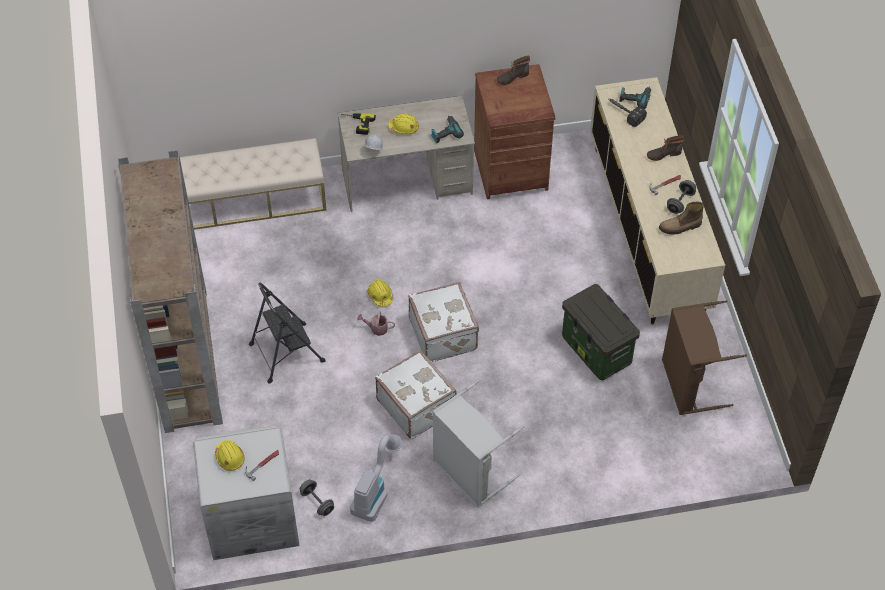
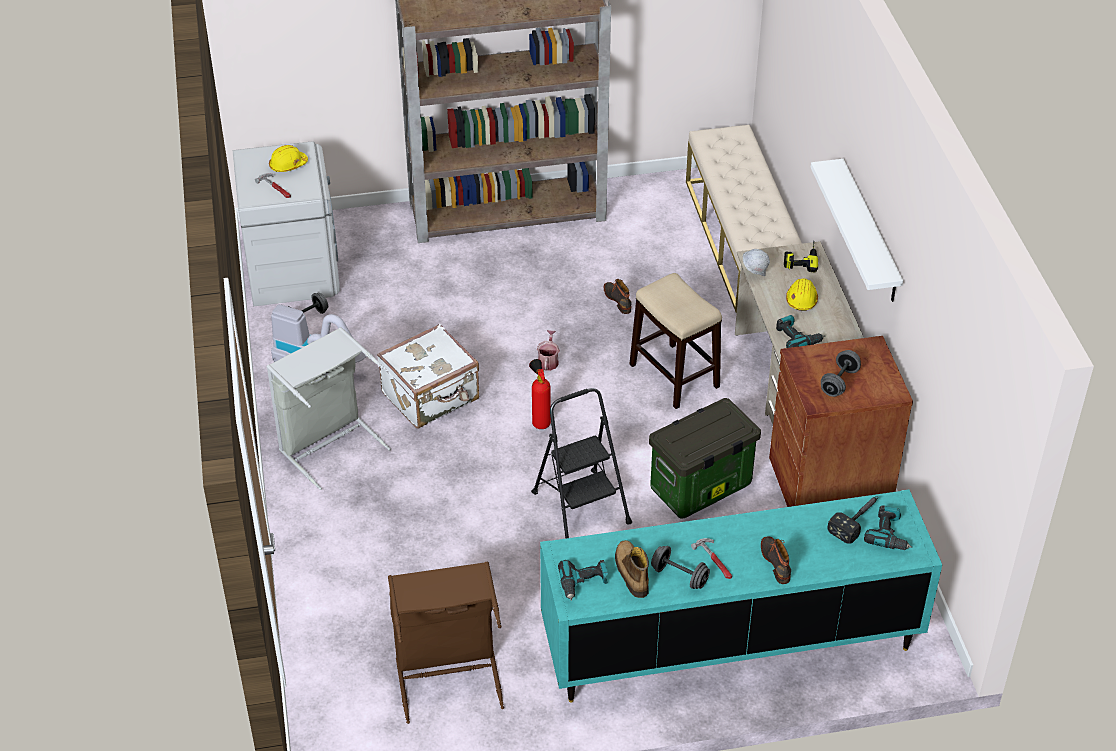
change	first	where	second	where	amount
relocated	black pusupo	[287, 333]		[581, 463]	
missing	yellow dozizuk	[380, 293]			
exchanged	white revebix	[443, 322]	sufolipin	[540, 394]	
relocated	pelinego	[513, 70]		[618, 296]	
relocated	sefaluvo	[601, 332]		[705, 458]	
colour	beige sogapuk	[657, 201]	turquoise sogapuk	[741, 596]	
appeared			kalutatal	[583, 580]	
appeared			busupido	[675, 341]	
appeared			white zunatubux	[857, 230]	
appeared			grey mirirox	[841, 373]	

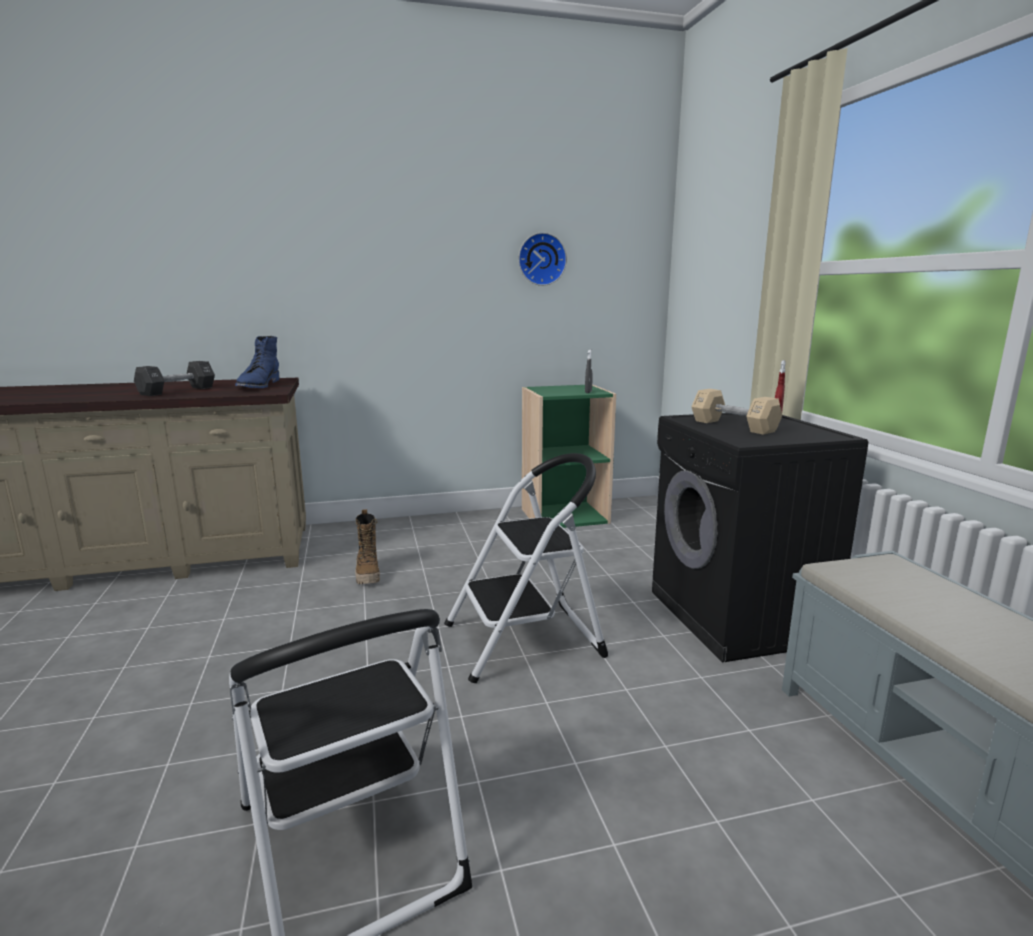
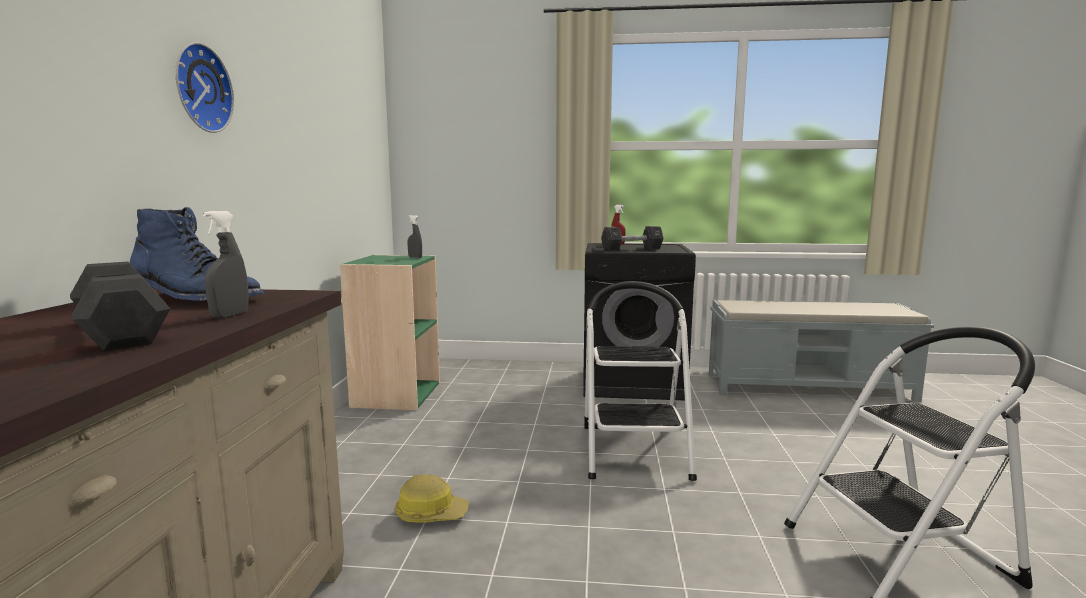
change	first	where	second	where	amount
exchanged	pelinego	[367, 546]	dozizuk	[432, 498]	
relocated	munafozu	[542, 259]		[204, 87]	
colour	beige mirirox	[736, 412]	black mirirox	[632, 238]	
appeared			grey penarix	[226, 264]	

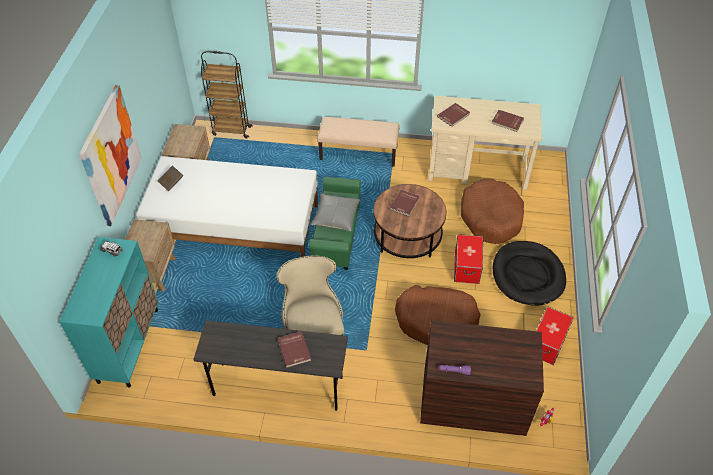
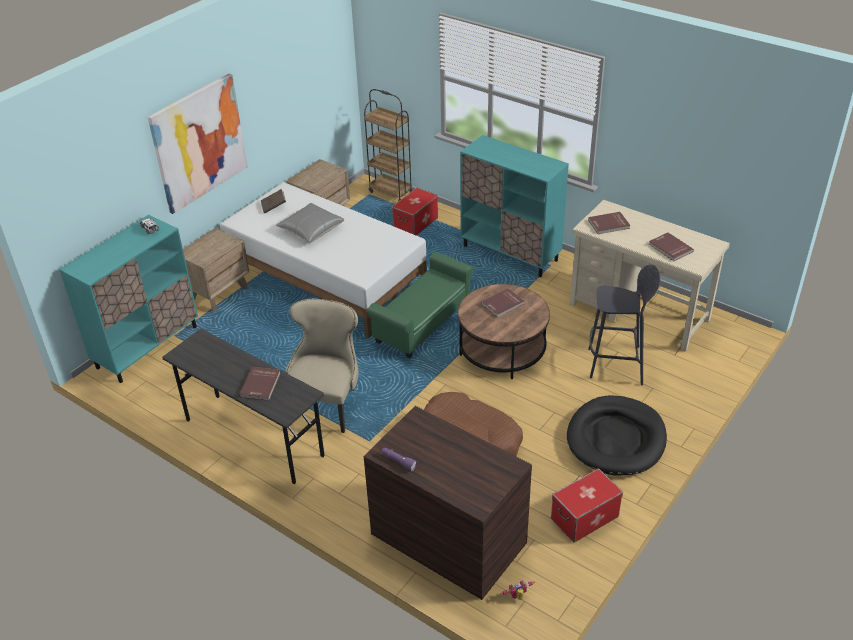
change	first	where	second	where	amount
relocated	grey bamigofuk	[335, 212]		[310, 223]	
exchanged	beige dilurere	[358, 142]	turquoise sogapuk	[514, 206]	
relocated	sefaluvo	[468, 259]		[415, 212]	
exchanged	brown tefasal	[492, 211]	grey busupido	[624, 325]	

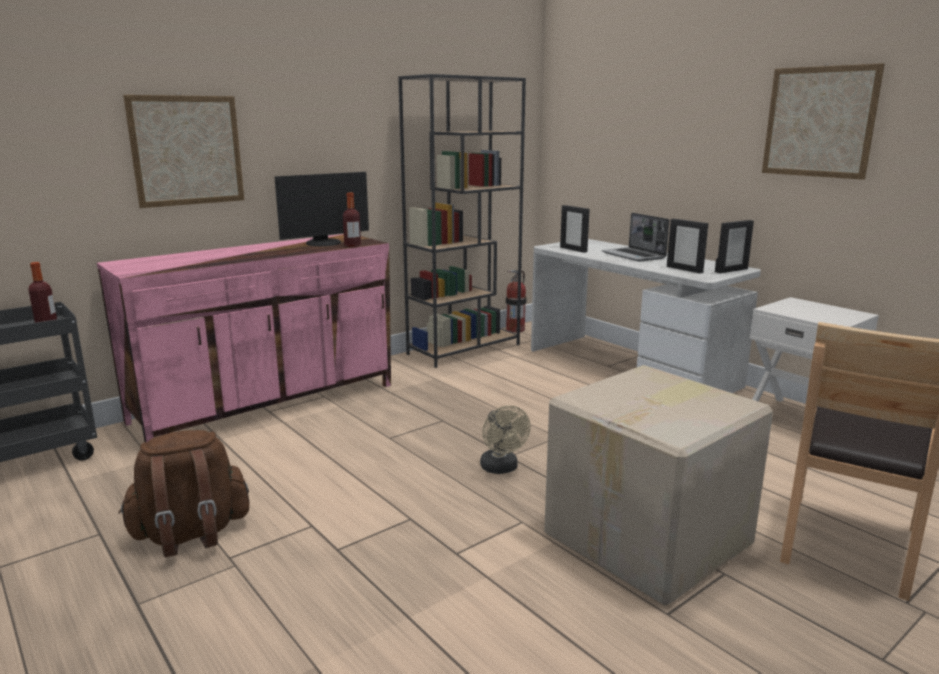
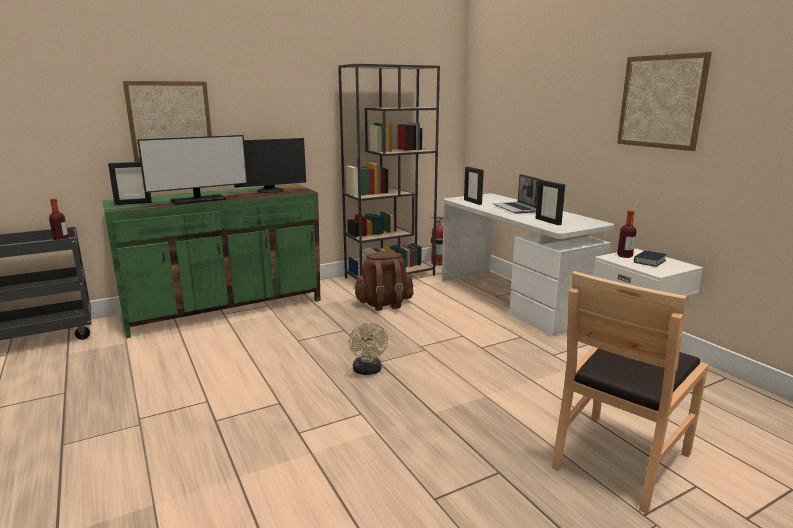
change	first	where	second	where	amount
colour	pink sogapuk	[244, 338]	green sogapuk	[211, 261]	
relocated	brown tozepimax	[183, 493]		[384, 281]	
relocated	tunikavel	[352, 220]		[626, 234]	
missing	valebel	[658, 485]			
relocated	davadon	[734, 246]		[130, 183]	
appeared			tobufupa	[192, 170]	
appeared			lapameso	[650, 258]	

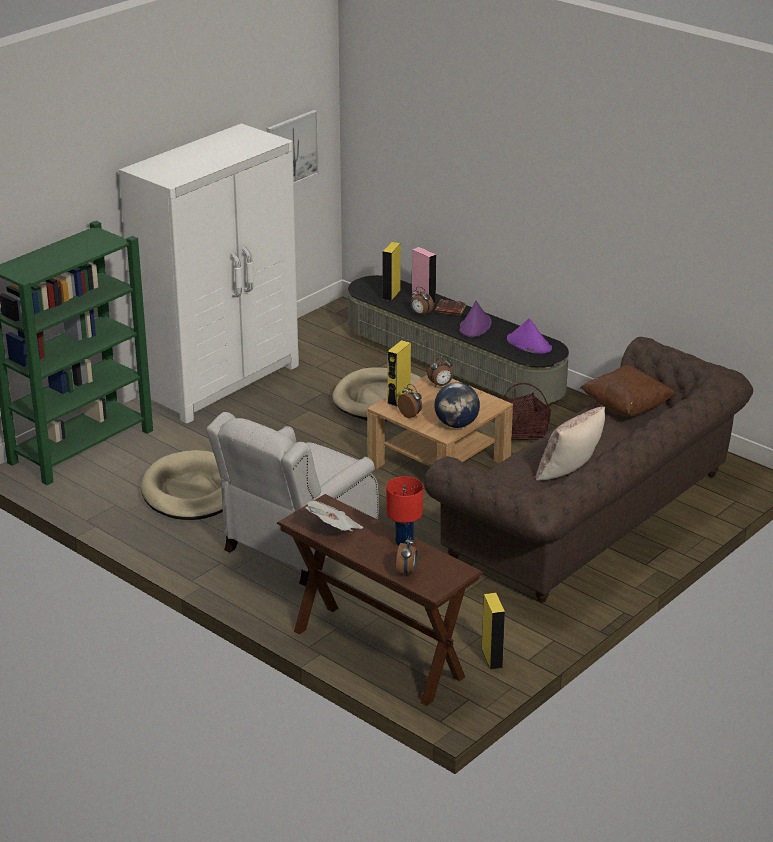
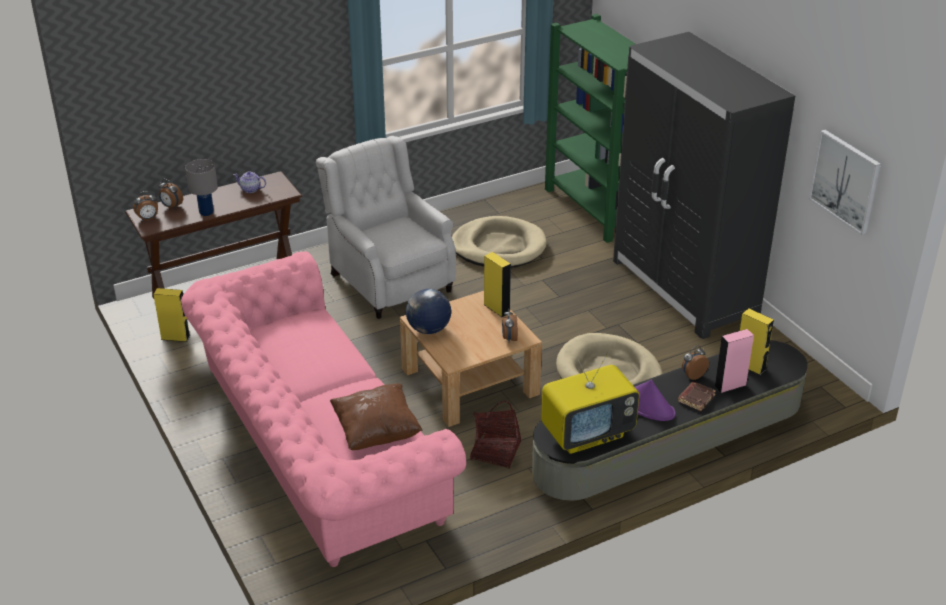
change	first	where	second	where	amount
colour	white sogapuk	[209, 273]	black sogapuk	[704, 185]	
exchanged	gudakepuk	[334, 516]	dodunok	[249, 182]	
colour	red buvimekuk	[404, 511]	grey buvimekuk	[201, 187]	
relocated	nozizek	[409, 401]		[145, 205]	
colour	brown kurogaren	[588, 470]	pink kurogaren	[323, 409]	
exchanged	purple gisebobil	[529, 336]	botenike	[590, 403]	
missing	beige bamigofuk	[570, 443]			

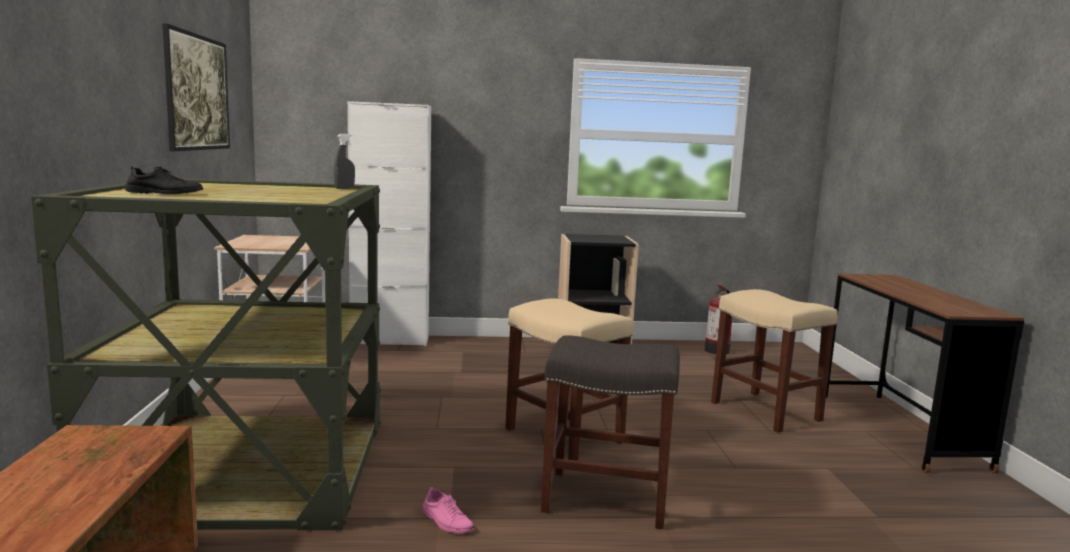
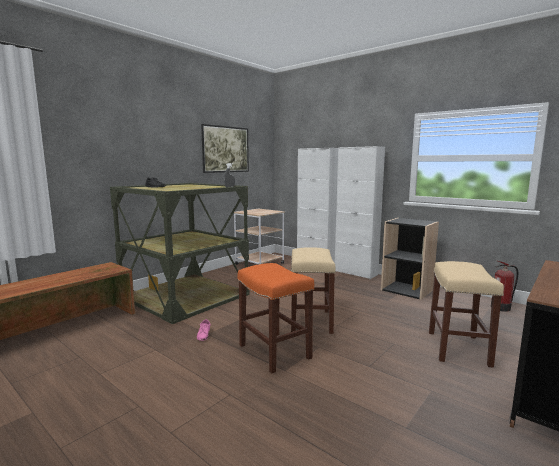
change	first	where	second	where	amount
colour	grey busupido	[610, 432]	orange busupido	[276, 318]	
appeared			white sogapuk	[360, 212]	

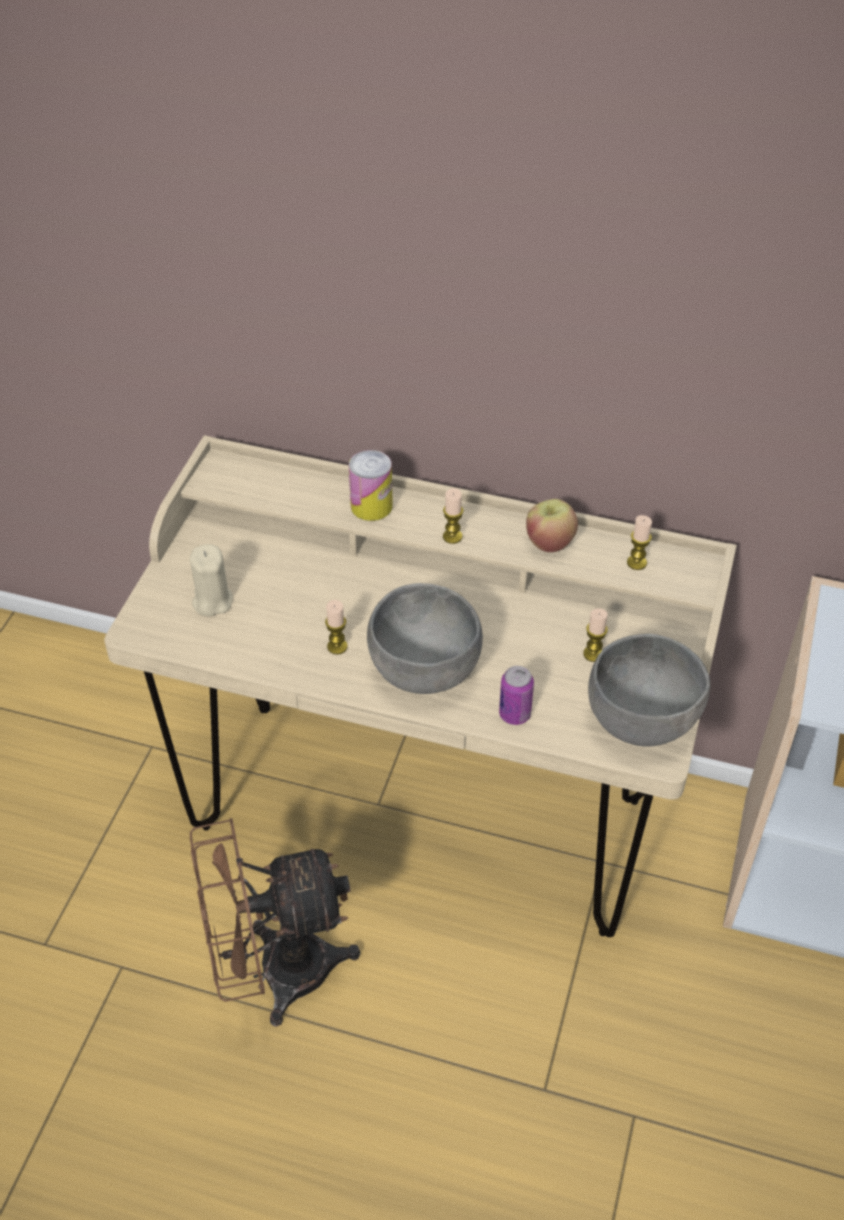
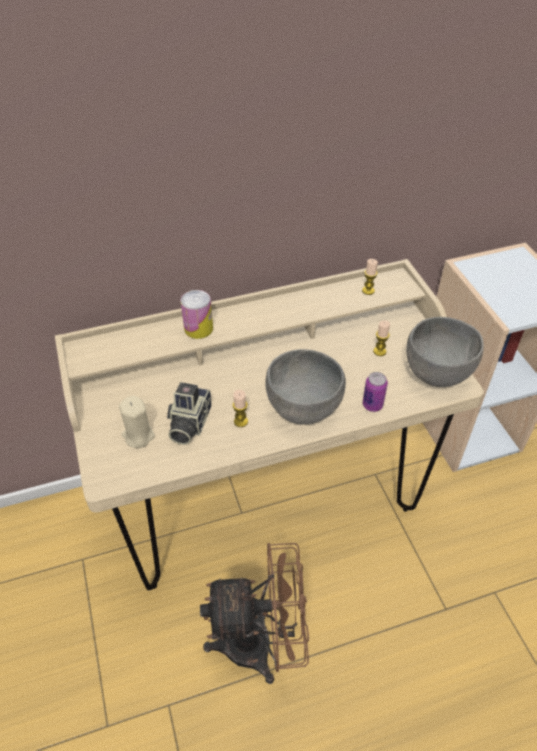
change	first	where	second	where	amount
spun	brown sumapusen	[275, 922]		[254, 613]	135 degrees counterclockwise
missing	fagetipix	[453, 516]			
missing	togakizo	[552, 525]			
appeared			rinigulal	[189, 413]	

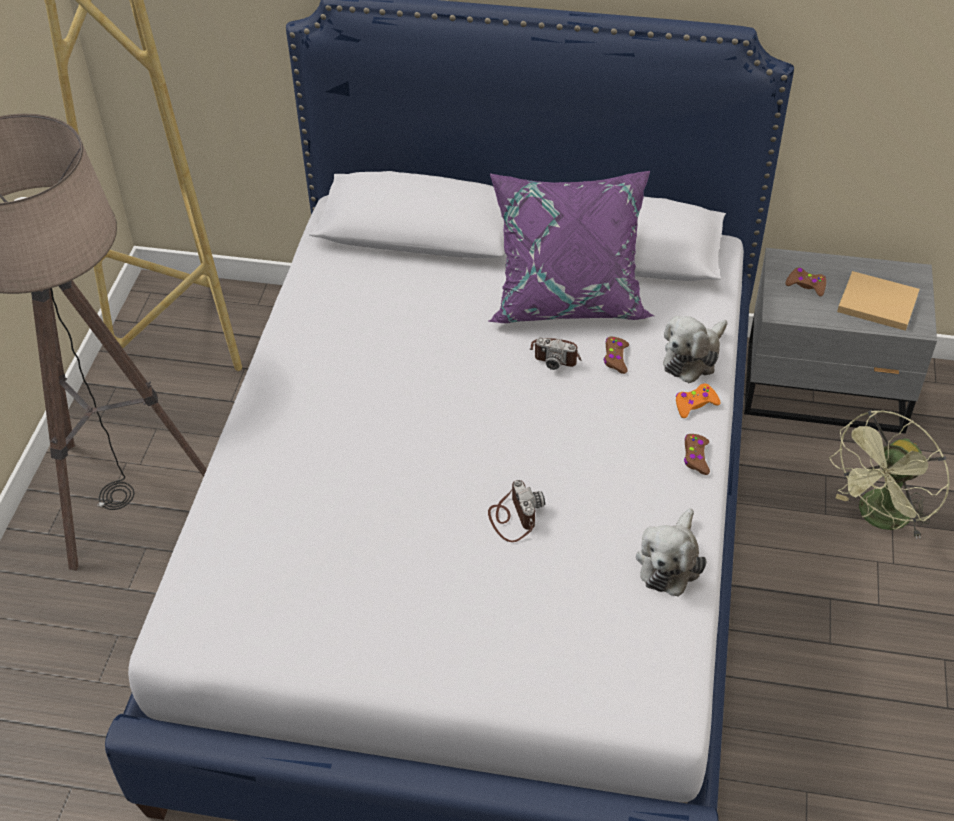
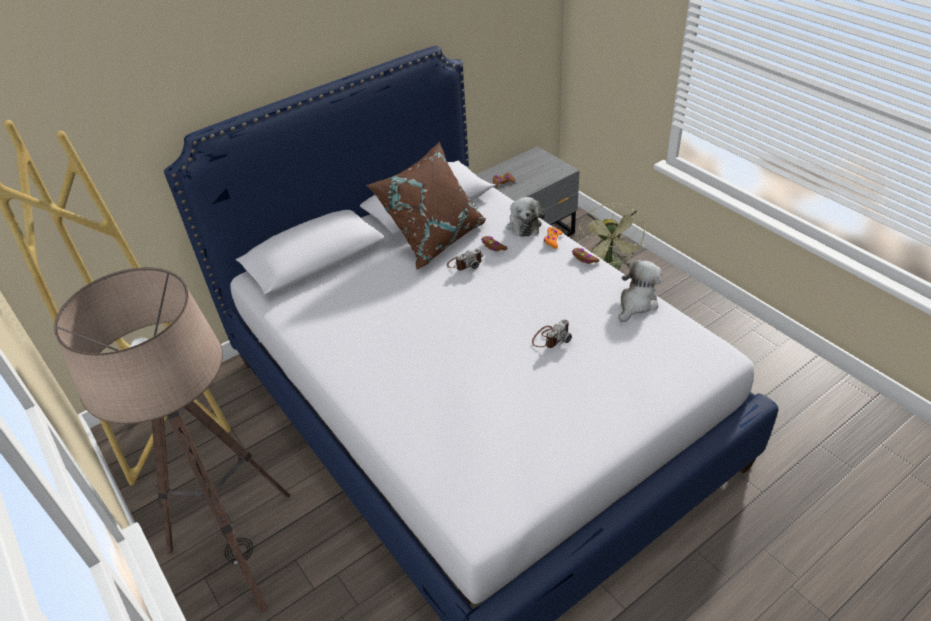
change	first	where	second	where	amount
colour	purple bamigofuk	[571, 247]	brown bamigofuk	[426, 206]	
spun	rinigulal	[516, 511]		[552, 333]	105 degrees clockwise
spun	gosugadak	[671, 552]		[640, 291]	120 degrees counterclockwise
missing	beige lapameso	[878, 301]			

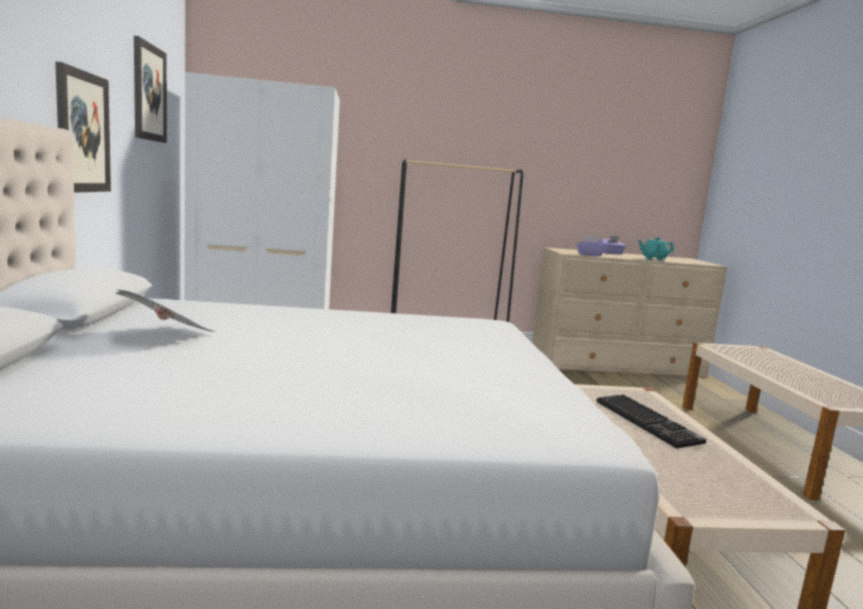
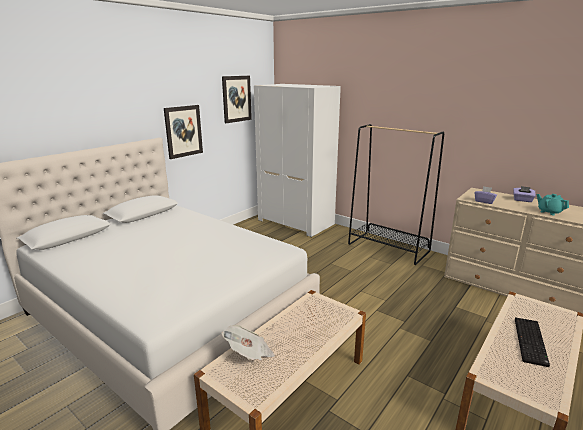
change	first	where	second	where	amount
relocated	gudakepuk	[164, 310]		[248, 342]	
relocated	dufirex	[651, 421]		[532, 342]	

